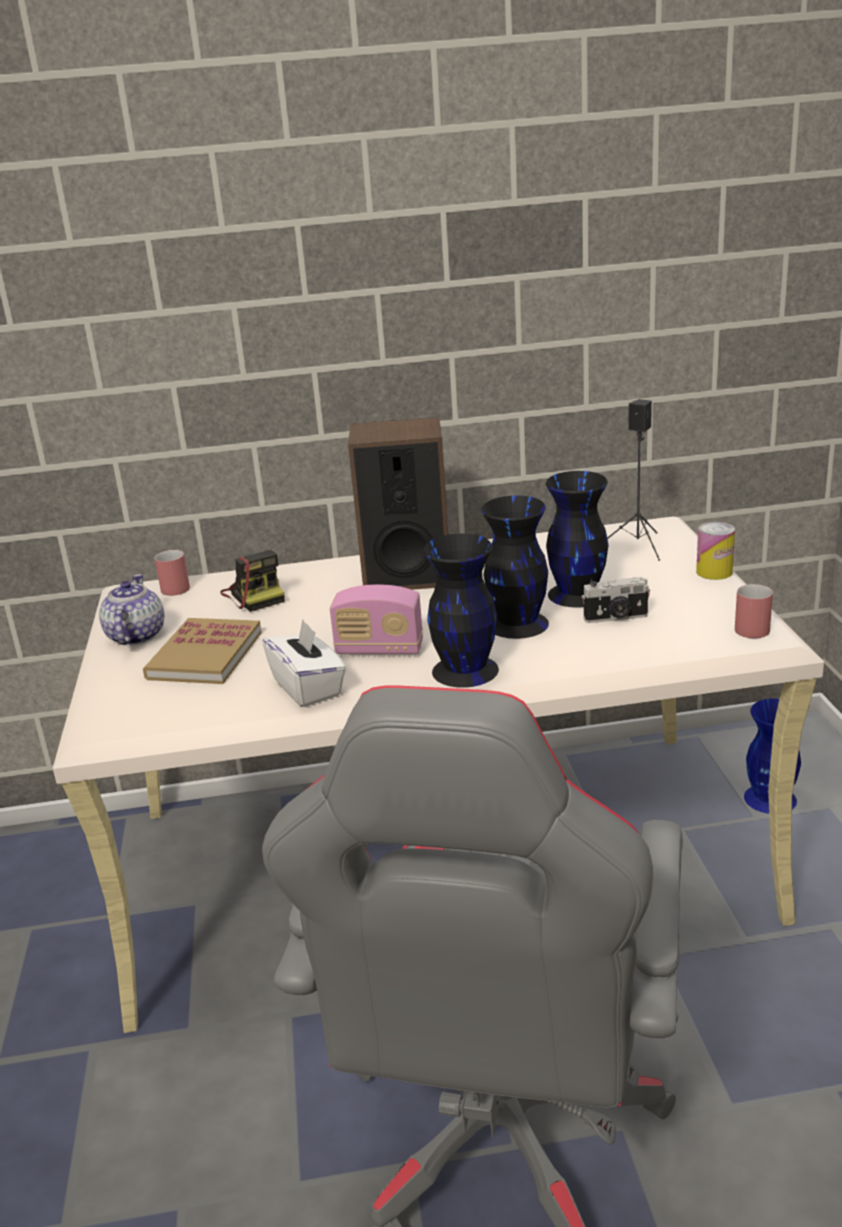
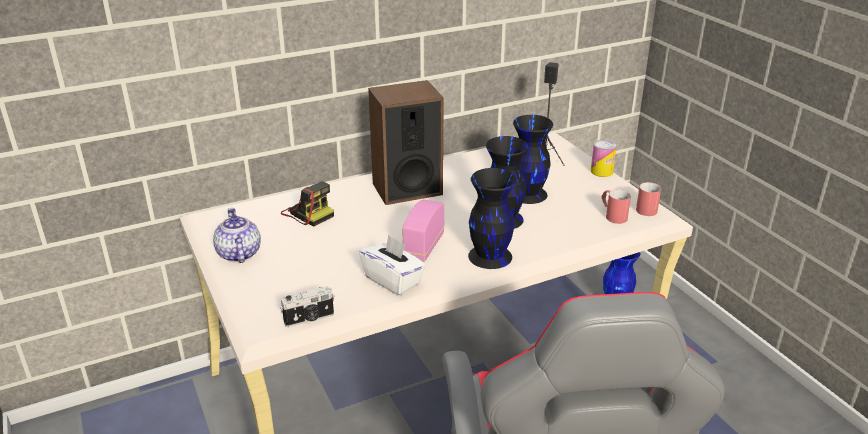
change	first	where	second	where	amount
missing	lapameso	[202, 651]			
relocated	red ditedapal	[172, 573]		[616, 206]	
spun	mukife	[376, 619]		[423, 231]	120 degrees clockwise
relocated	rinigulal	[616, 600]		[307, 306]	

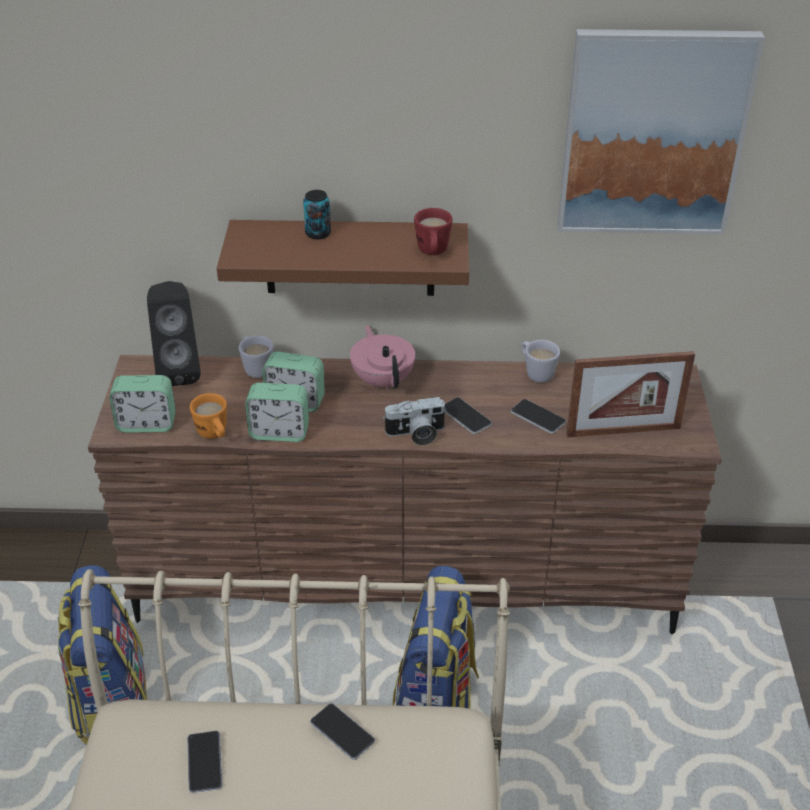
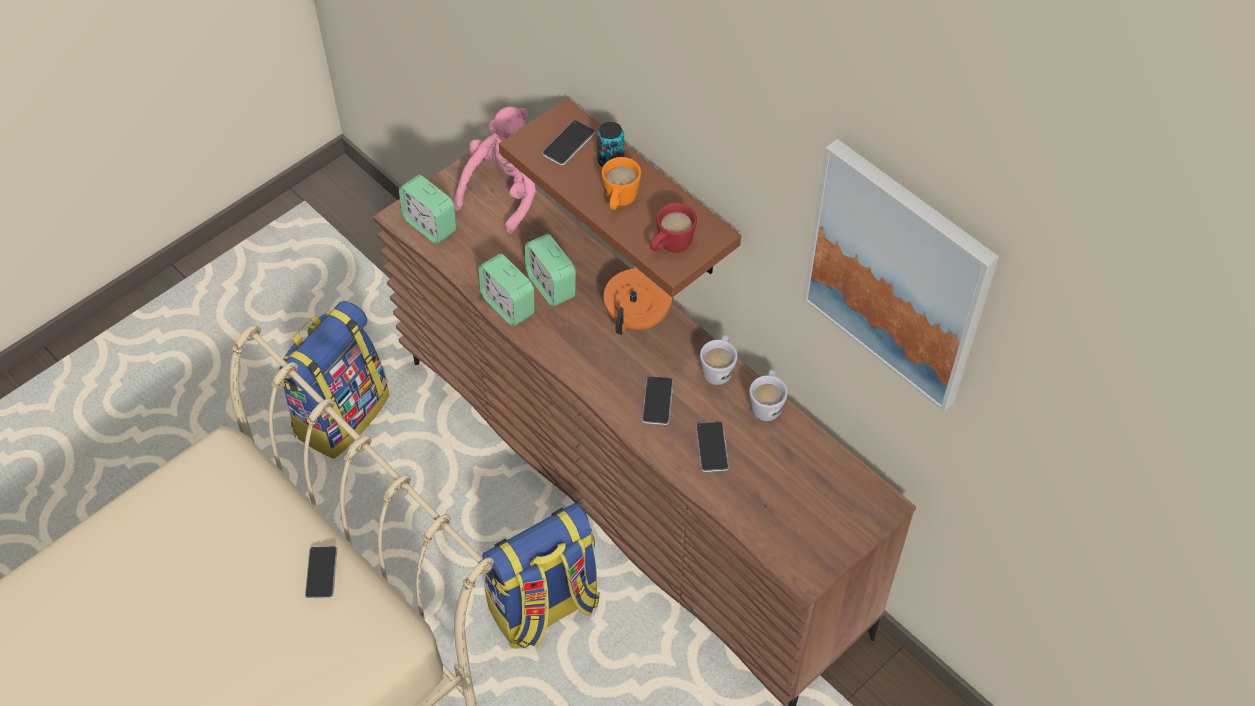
change	first	where	second	where	amount
exchanged	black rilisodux	[174, 333]	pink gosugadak	[495, 170]	
relocated	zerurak	[205, 762]		[568, 142]	
relocated	orange ditedapal	[208, 416]		[621, 183]	
relocated	white ditedapal	[256, 356]		[719, 360]	
colour	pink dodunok	[382, 357]	orange dodunok	[638, 302]	
missing	rinigulal	[415, 421]			
missing	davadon	[630, 394]			

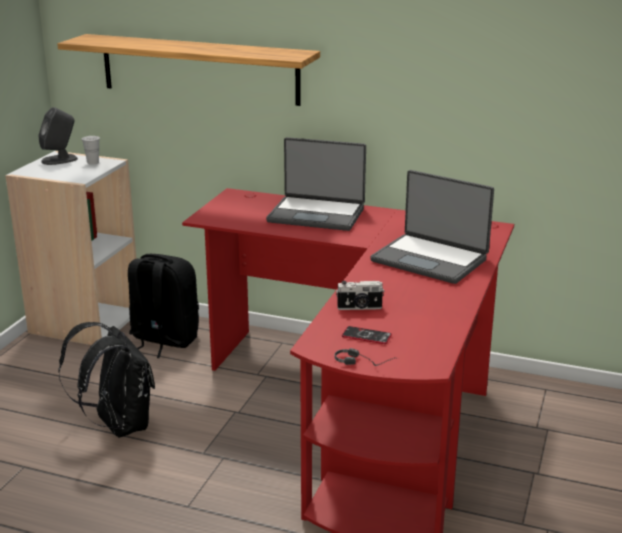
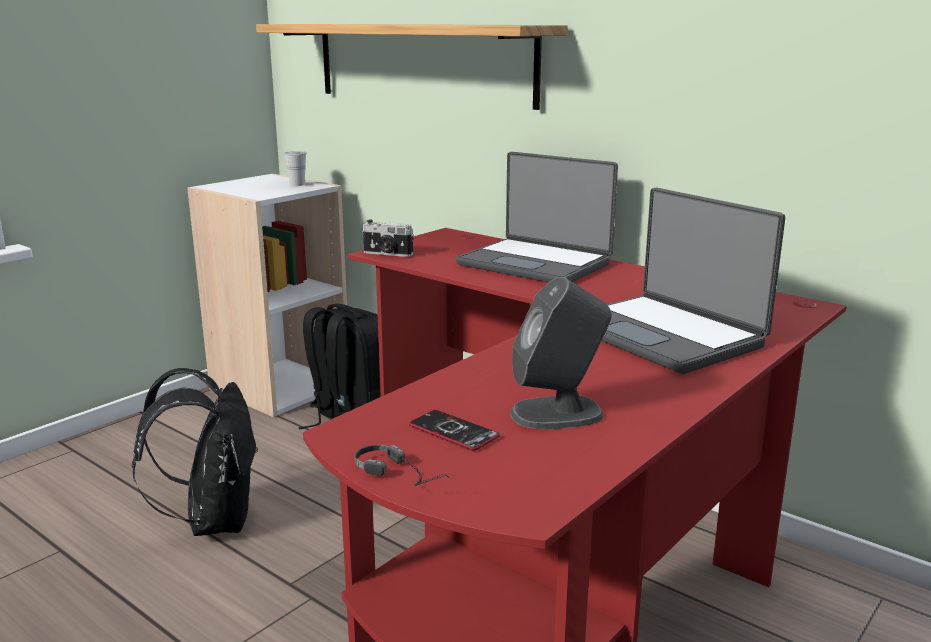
change	first	where	second	where	amount
relocated	grey rilisodux	[58, 136]		[561, 353]	
relocated	rinigulal	[360, 295]		[388, 238]	

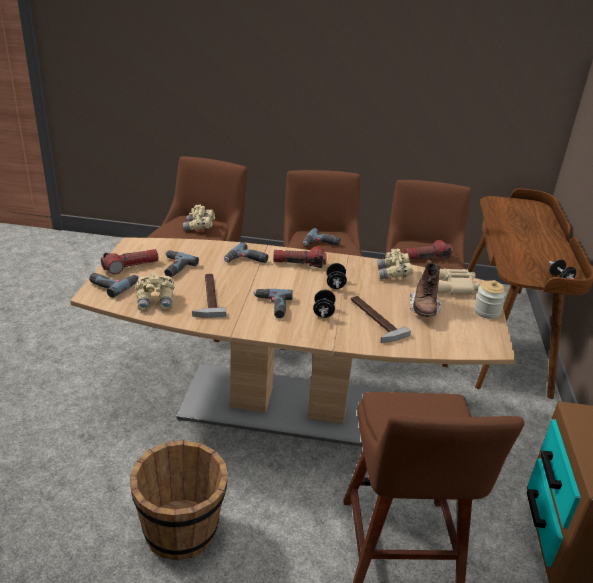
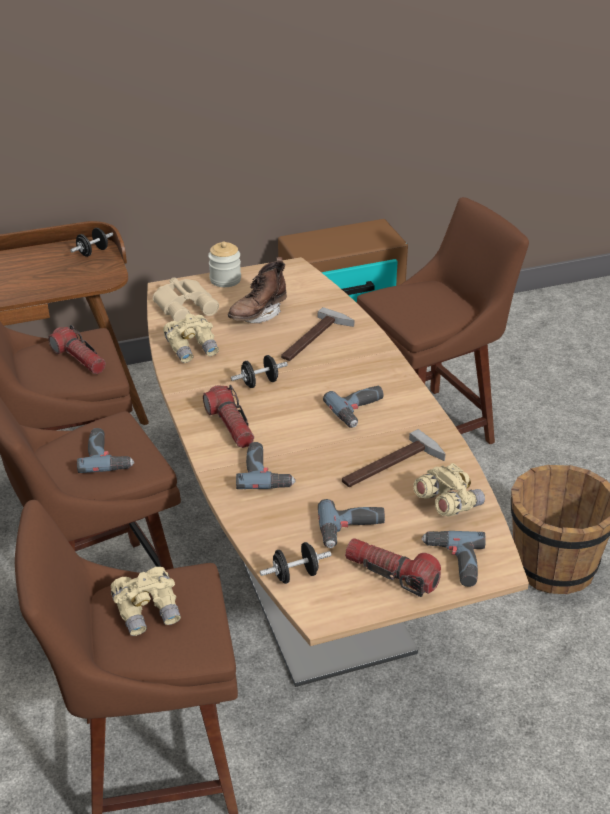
change	first	where	second	where	amount
relocated	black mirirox	[324, 304]		[295, 563]	
spun	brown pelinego	[425, 288]		[257, 290]	150 degrees clockwise

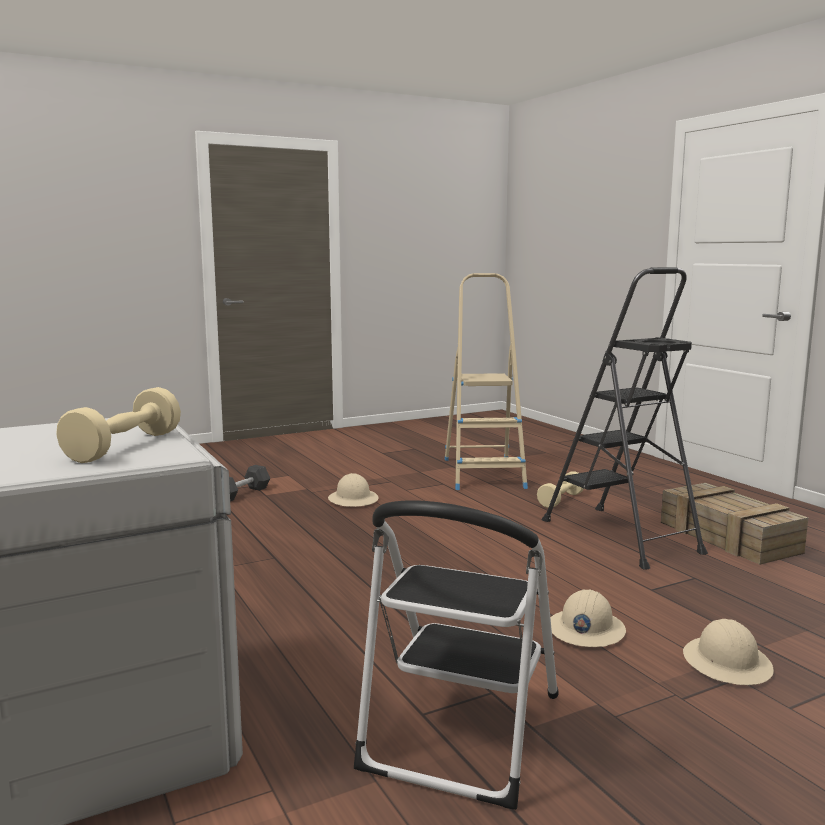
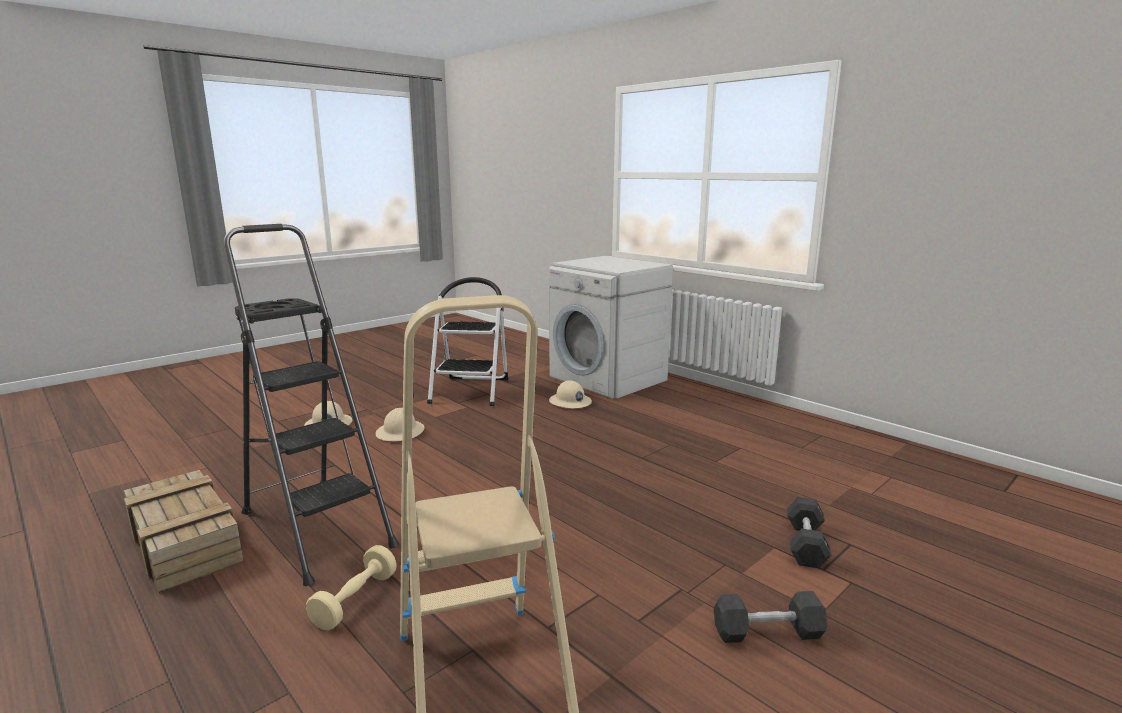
change	first	where	second	where	amount
missing	beige mirirox	[118, 425]			
relocated	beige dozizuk	[353, 490]		[570, 394]	
appeared			black mirirox	[770, 617]	

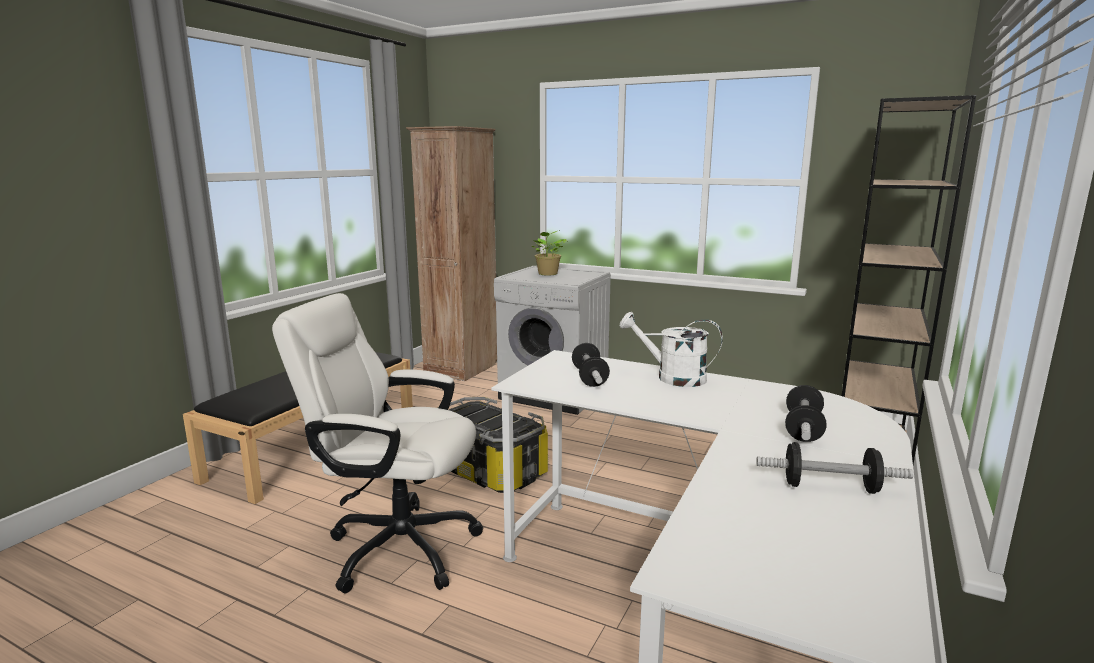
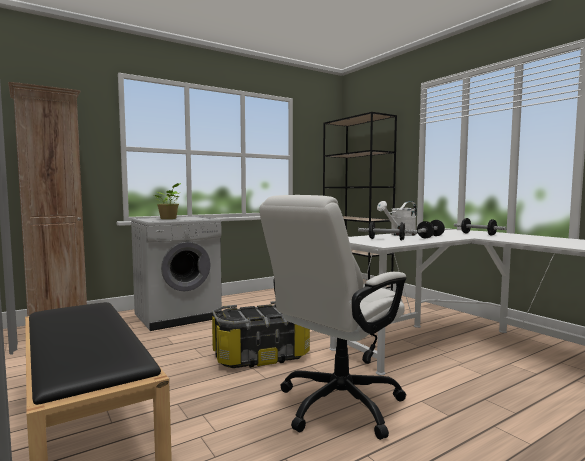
change	first	where	second	where	amount
relocated	mirirox	[835, 468]		[431, 229]	

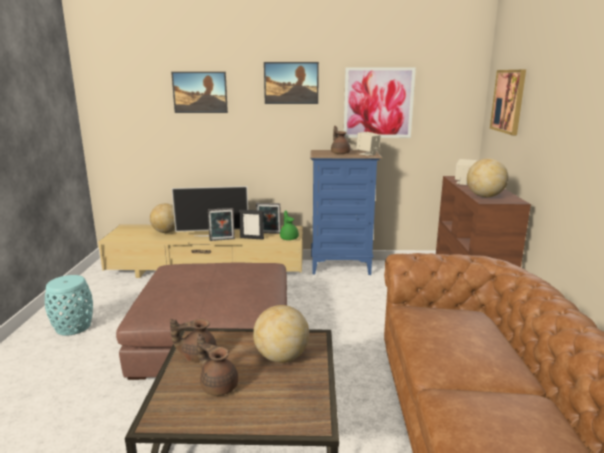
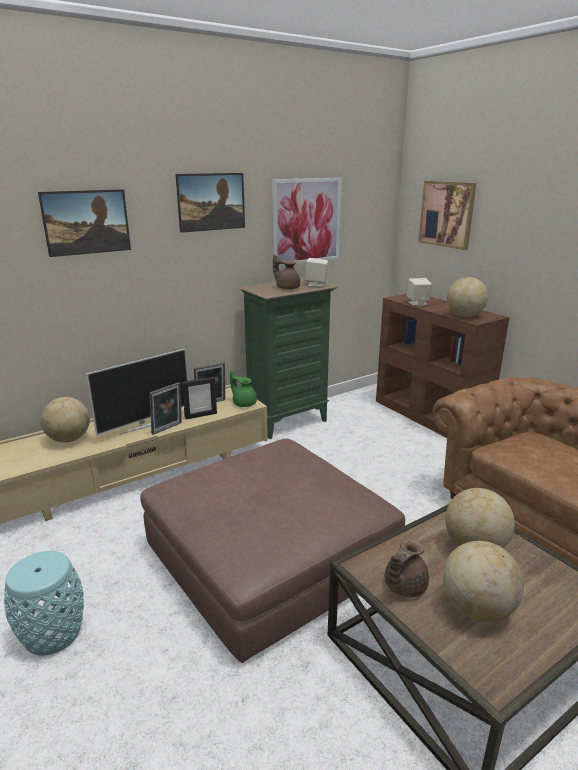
change	first	where	second	where	amount
exchanged	brown dodunok	[217, 364]	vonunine	[483, 581]	
colour	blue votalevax	[346, 212]	green votalevax	[289, 358]	

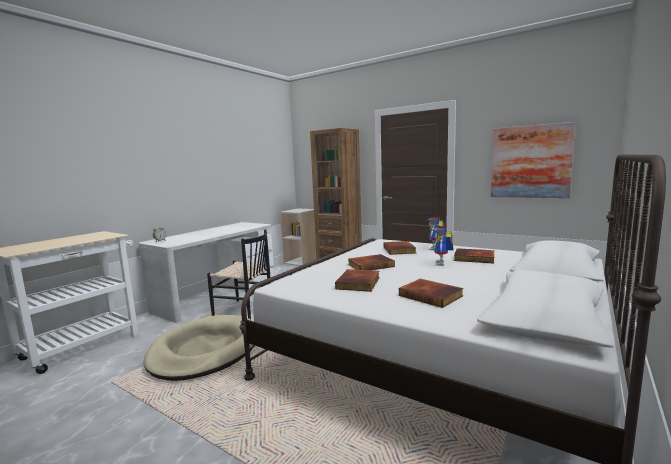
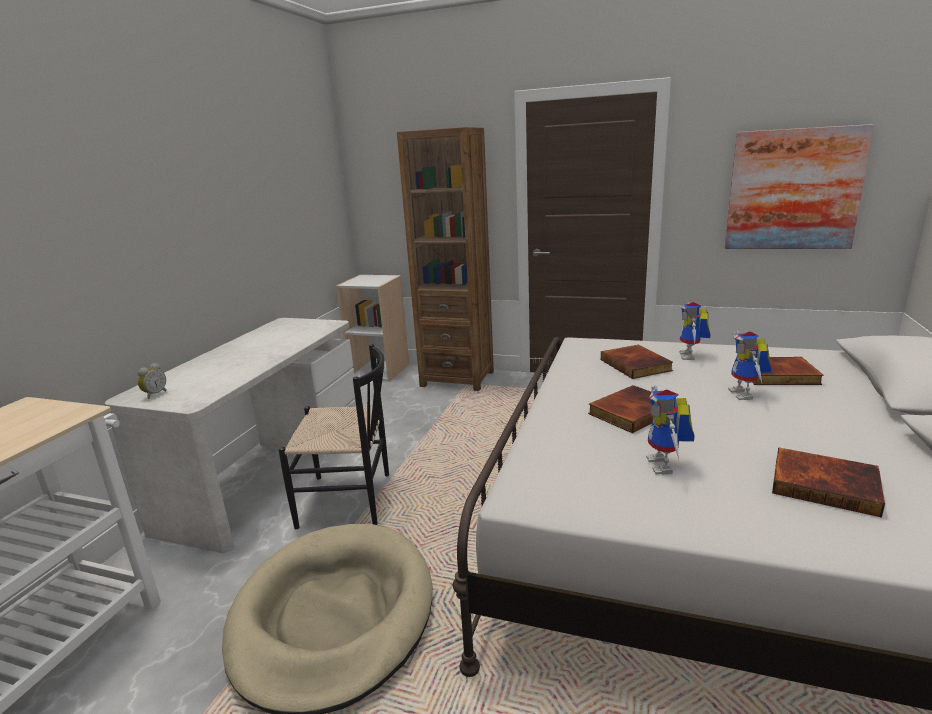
change	first	where	second	where	amount
exchanged	lapameso	[357, 280]	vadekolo	[670, 430]	

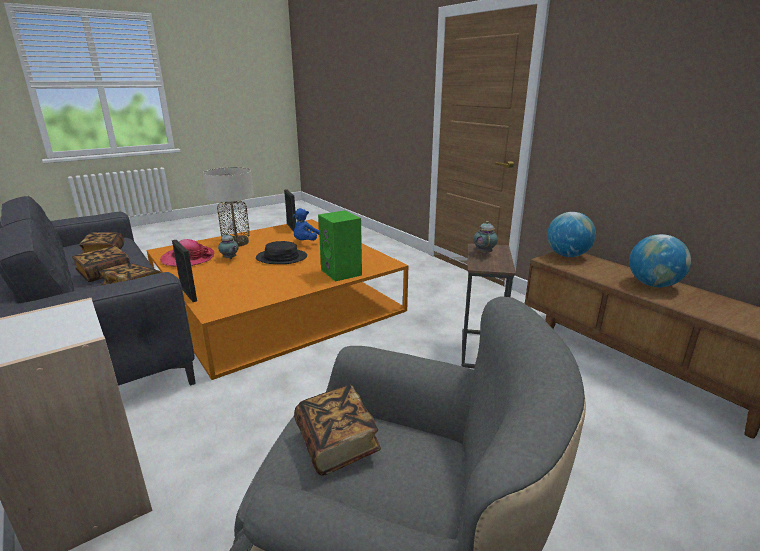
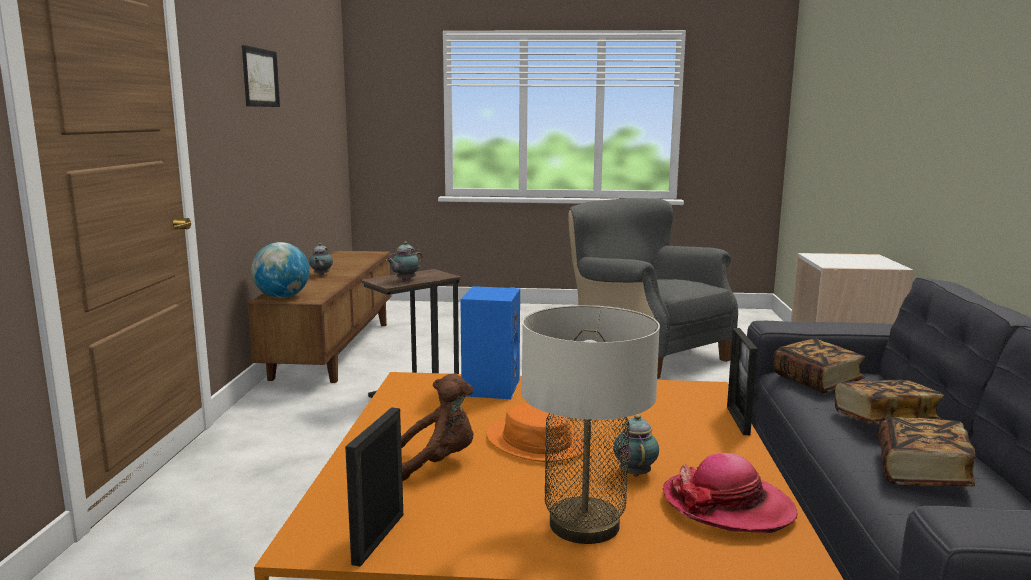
change	first	where	second	where	amount
colour	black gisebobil	[281, 252]	orange gisebobil	[535, 432]	
colour	blue gosugadak	[306, 224]	brown gosugadak	[437, 427]	
missing	lapameso	[337, 430]			
colour	green rilisodux	[340, 246]	blue rilisodux	[490, 342]	
exchanged	vonunine	[660, 260]	dodunok	[321, 259]	
appeared			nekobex	[261, 76]	

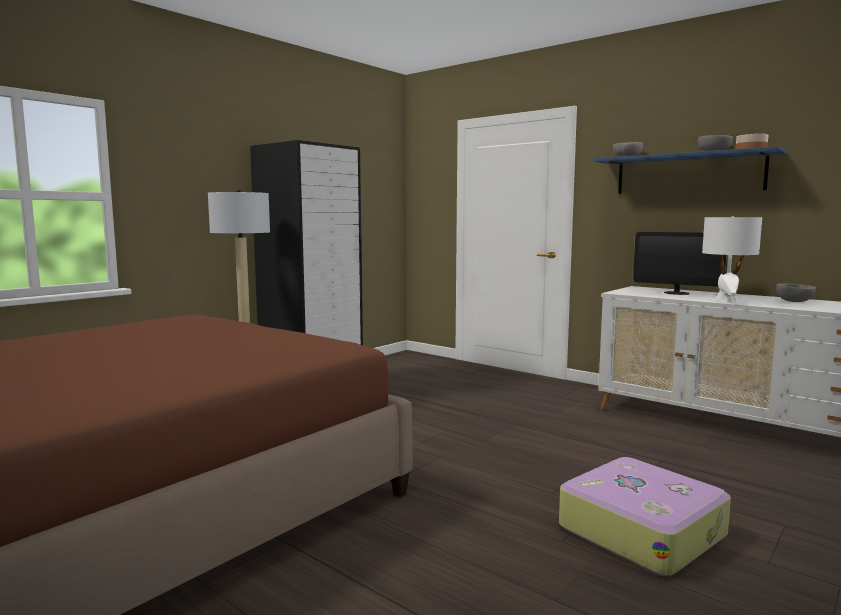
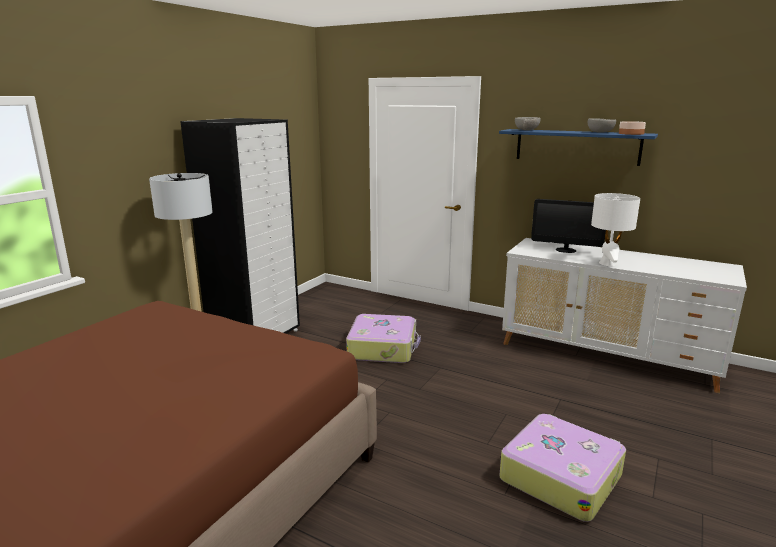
change	first	where	second	where	amount
missing	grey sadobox	[796, 293]			
appeared			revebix	[383, 338]	

